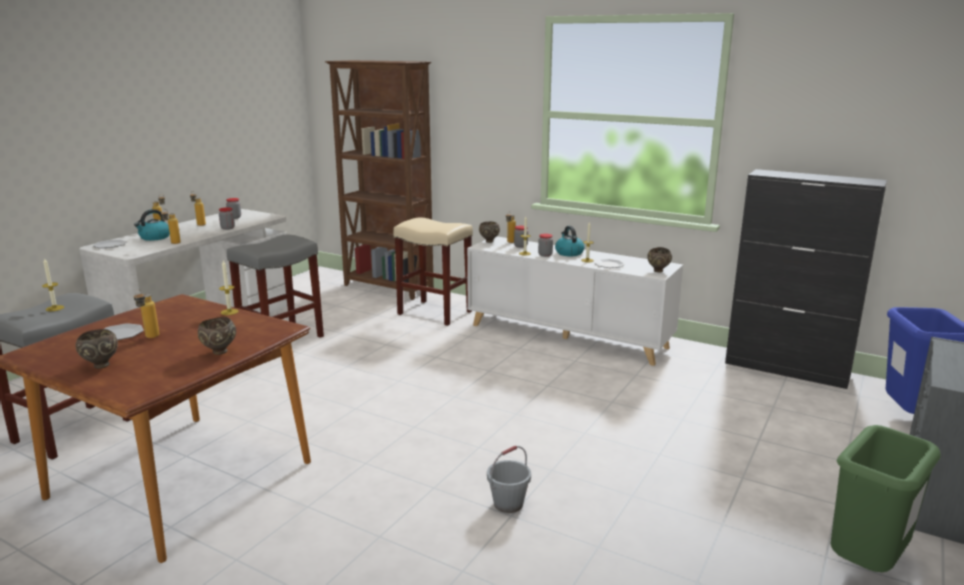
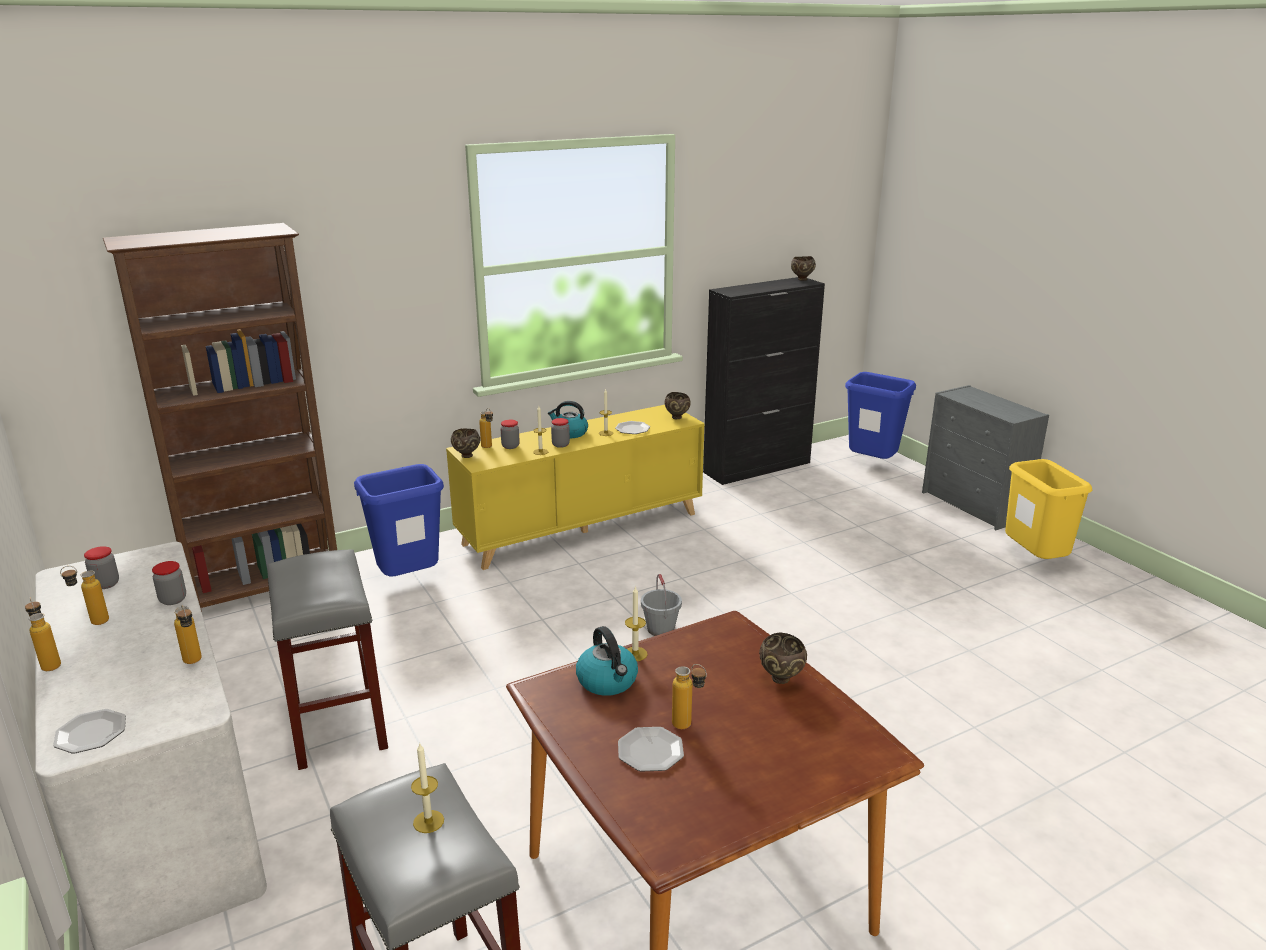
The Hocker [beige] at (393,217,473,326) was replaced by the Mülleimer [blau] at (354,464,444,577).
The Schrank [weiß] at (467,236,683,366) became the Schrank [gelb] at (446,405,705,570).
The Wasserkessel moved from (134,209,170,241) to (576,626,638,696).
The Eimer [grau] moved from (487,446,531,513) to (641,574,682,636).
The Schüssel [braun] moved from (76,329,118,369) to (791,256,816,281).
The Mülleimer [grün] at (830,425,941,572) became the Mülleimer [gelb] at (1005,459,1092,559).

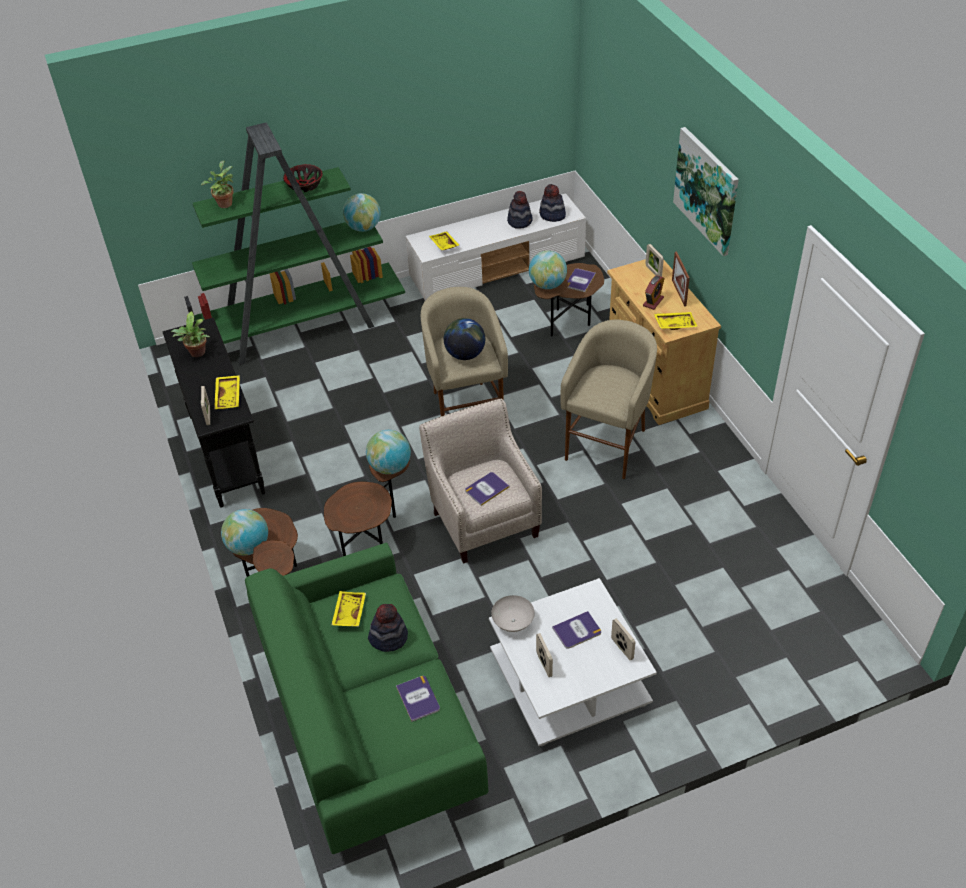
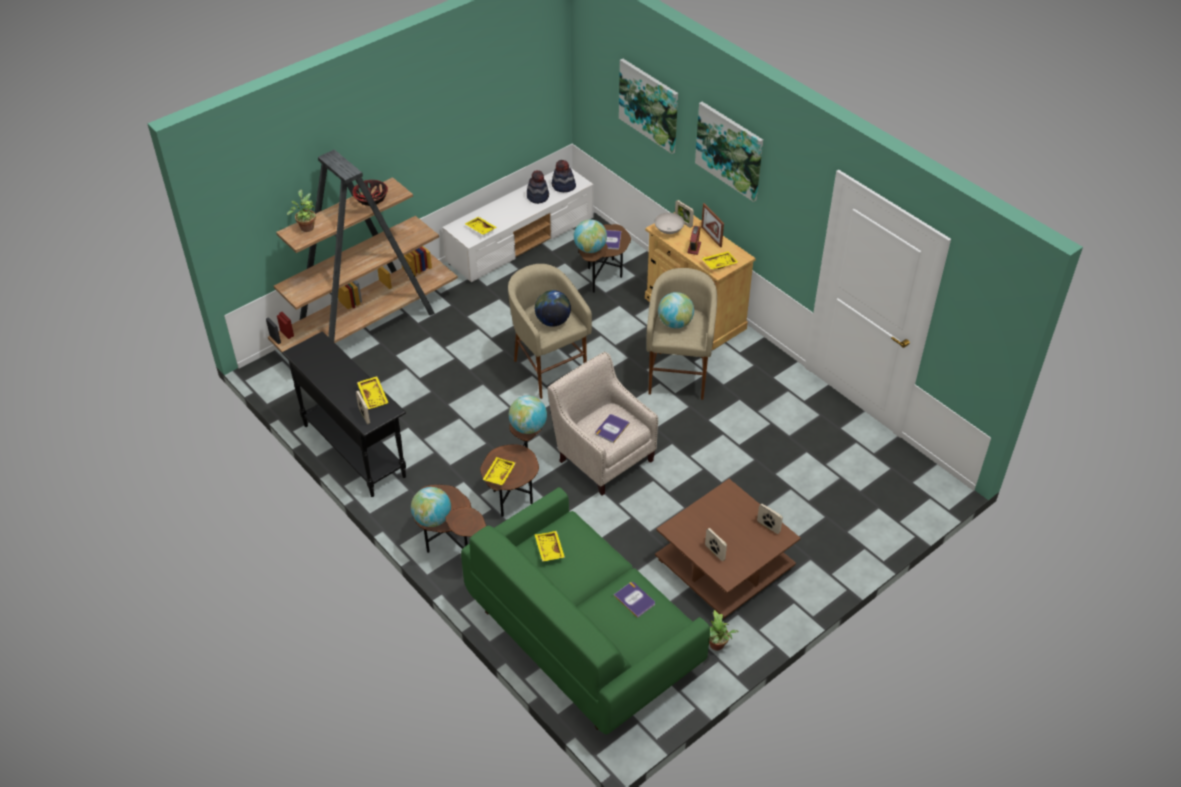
The Bücherregal [grün] at (184,122,405,365) became the Bücherregal [braun] at (266,150,458,353).
The Tablett [gelb] at (482,457,516,485) appeared.
The Bild at (619,59,678,154) appeared.
The Schüssel [weiß] moved from (491,595,535,632) to (654,213,684,234).
The Couchtisch [weiß] at (489,578,657,746) became the Couchtisch [braun] at (655,479,801,619).
The Globus moved from (343,193,381,232) to (658,292,694,328).
The Topfpflanze moved from (171,311,210,357) to (709,610,738,651).
The Hut at (368,604,408,652) disappeared.
The Buch at (552,611,601,649) disappeared.

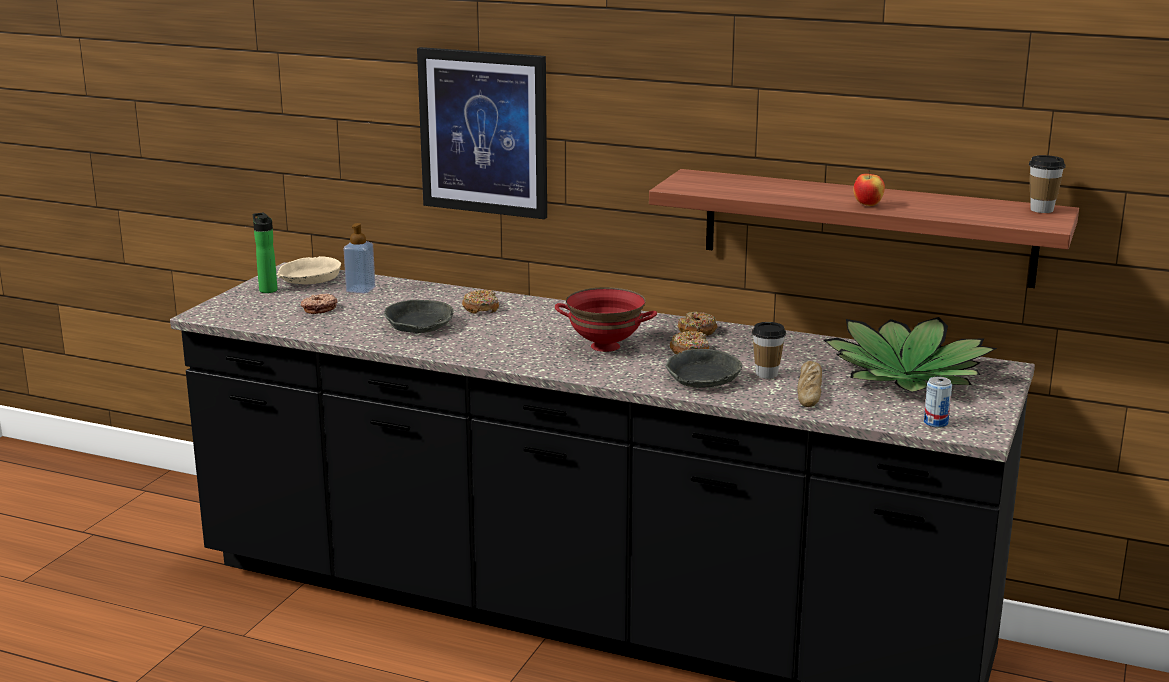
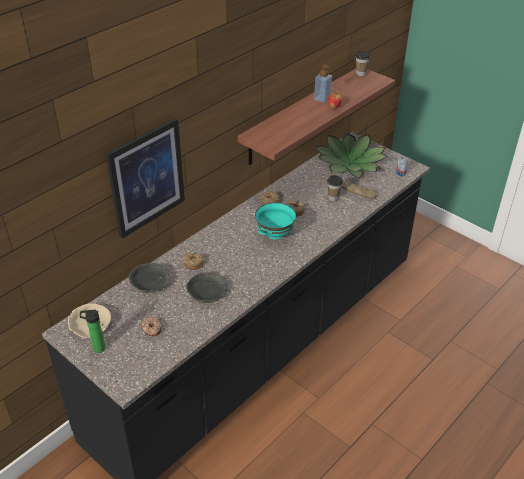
The Schüssel [grau] moved from (665,349,742,388) to (128,263,170,293).
The Schüssel [rot] at (555,287,657,352) became the Schüssel [türkis] at (255,202,296,239).
The Seifenspender moved from (344,223,375,294) to (314,64,332,103).

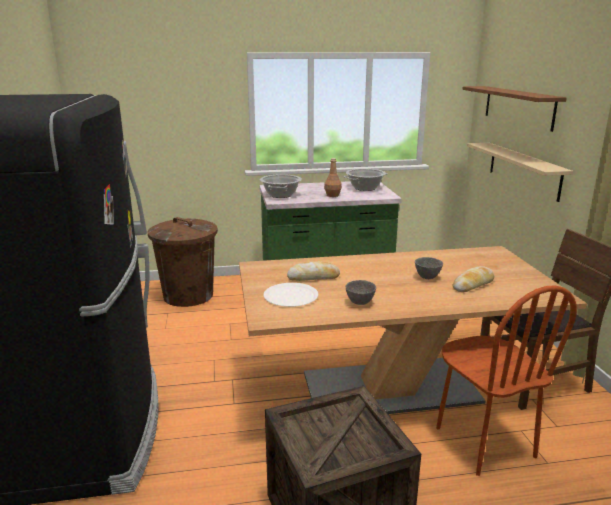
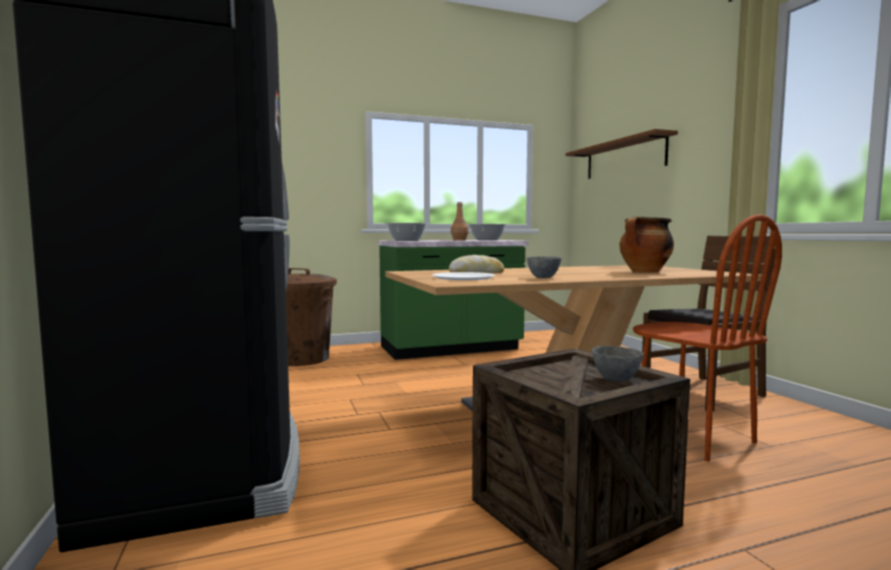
The Schüssel [grau] moved from (415,257,443,279) to (592,346,644,382).
The Brot at (453,266,494,292) was replaced by the Kochtopf at (620,217,674,273).
The Wandregal [beige] at (467,143,573,202) disappeared.

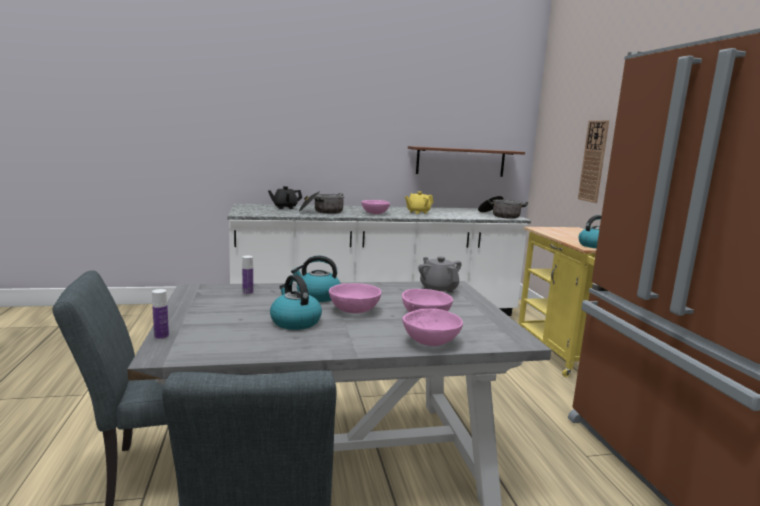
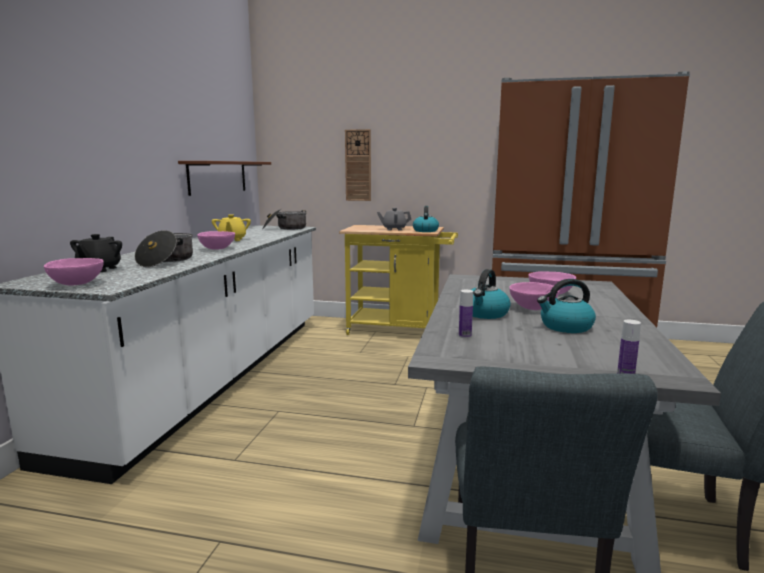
The Schüssel [rosa] moved from (402,309,463,346) to (44,258,104,286).
The Teekanne [grau] moved from (418,256,462,293) to (377,208,411,231).

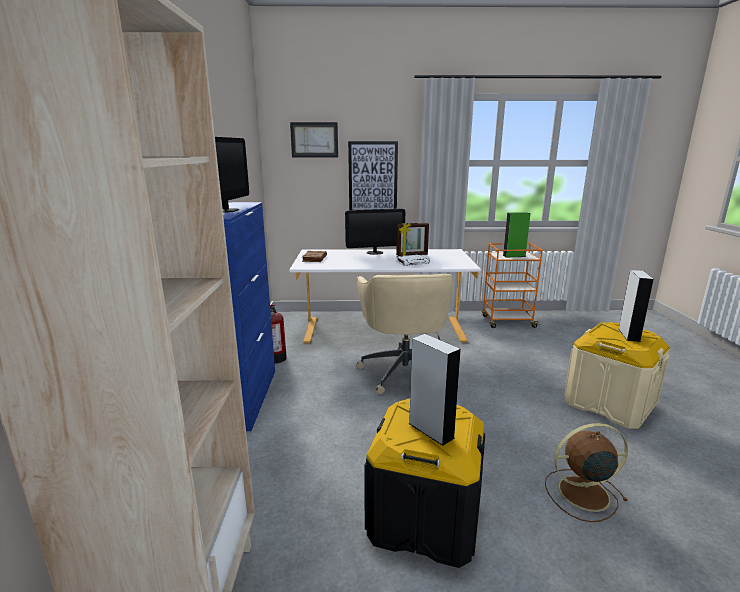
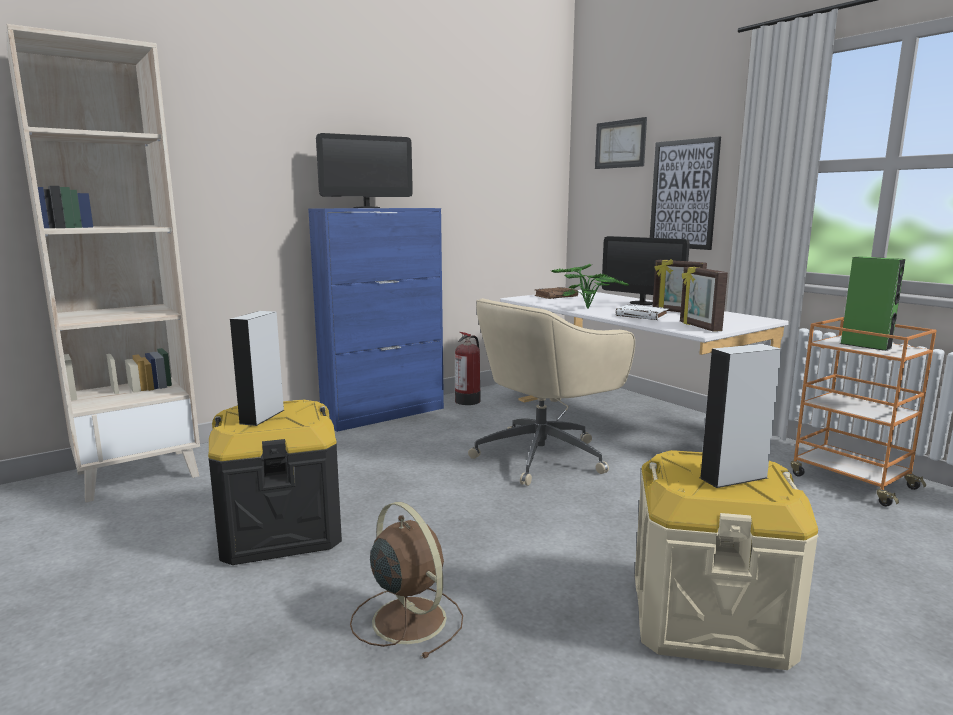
The Topfpflanze at (552,264,629,309) appeared.
The Bilderrahmen at (680,266,728,332) appeared.

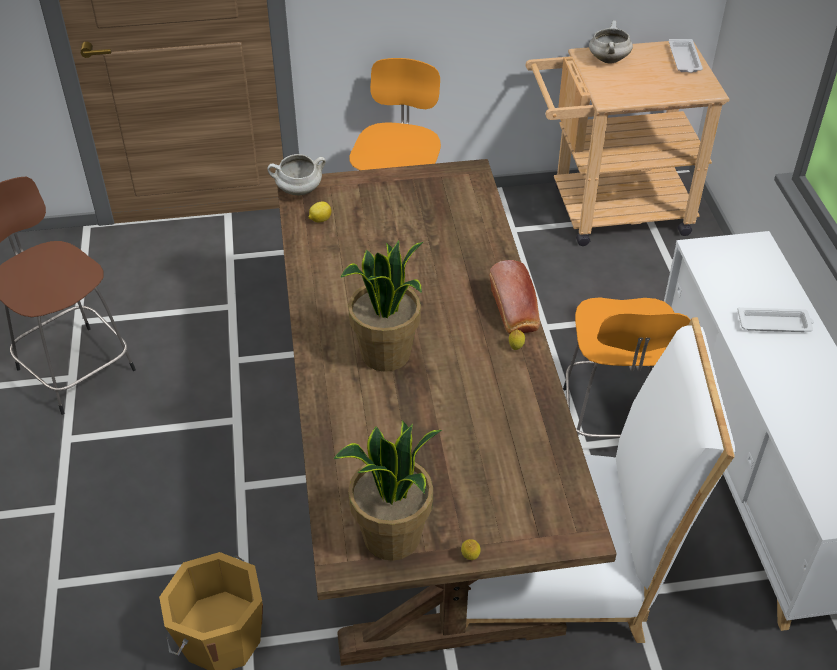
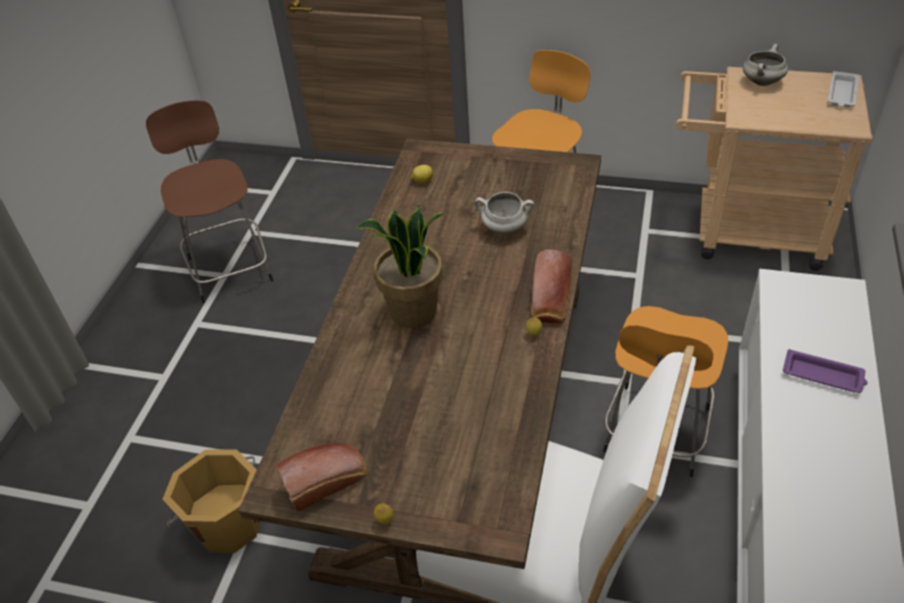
The Topfpflanze at (333,420,442,561) was replaced by the Brot at (276,443,367,512).
The Kochtopf [weiß] moved from (267,154,326,195) to (474,192,534,234).
The Tablett [weiß] at (737,307,814,332) became the Tablett [lila] at (783,349,868,393).

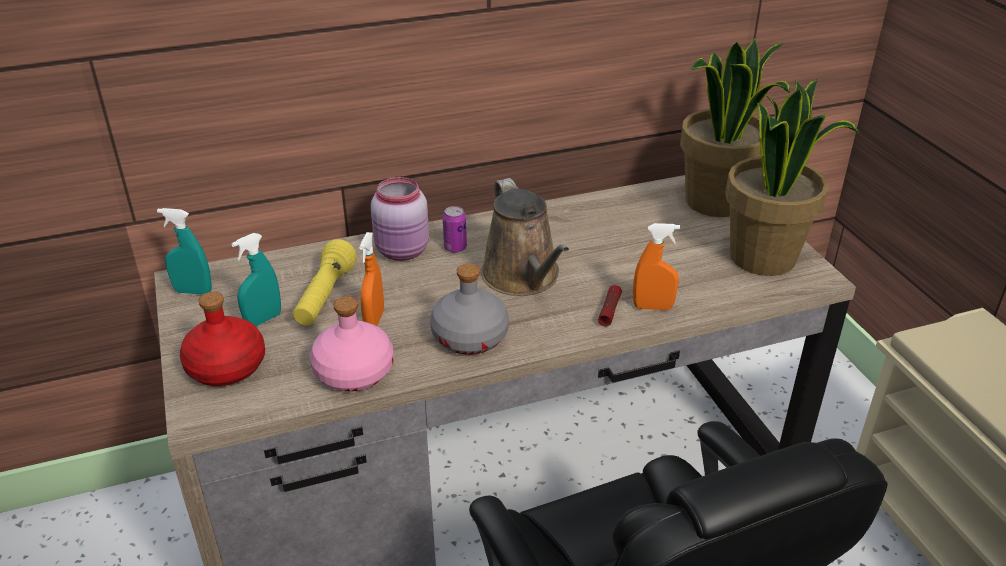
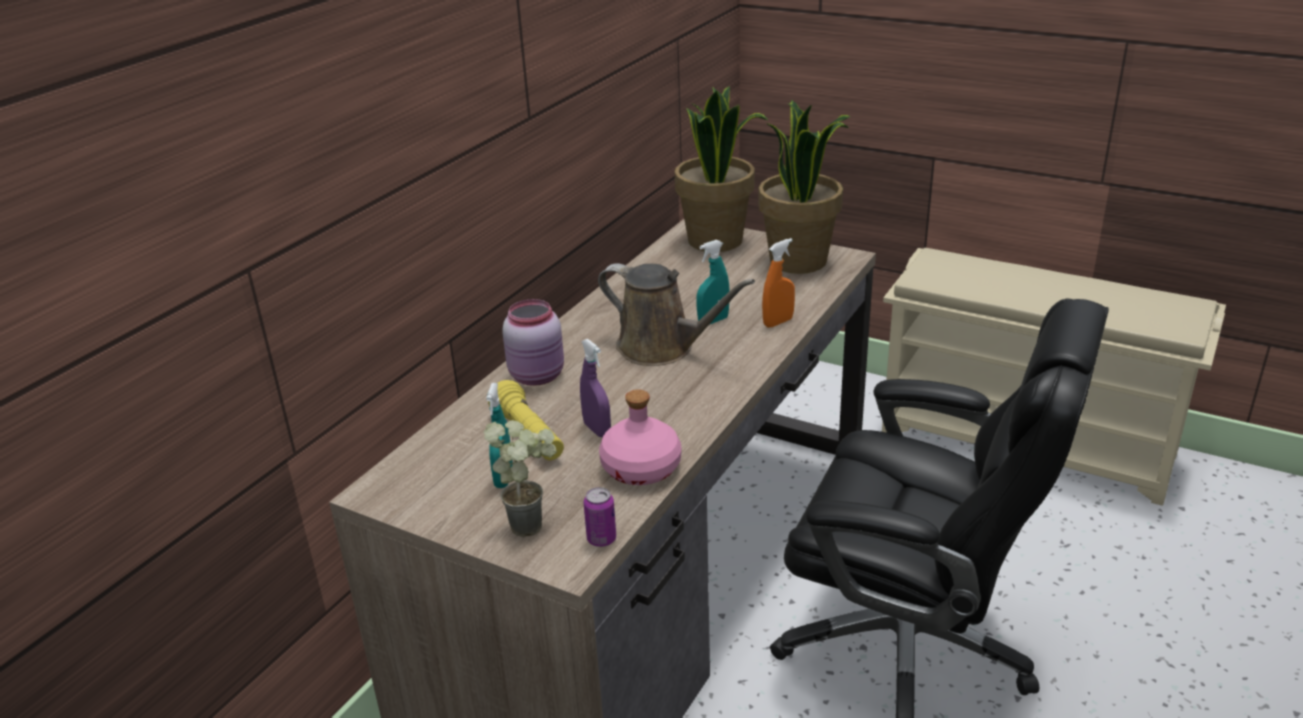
The Flasche [rot] at (180,292,265,386) was replaced by the Topfpflanze at (483,420,557,537).
The Sprühflasche [orange] at (359,232,384,326) became the Sprühflasche [lila] at (580,339,611,437).
The Dose moved from (443,206,467,253) to (584,487,616,547).
The Sprühflasche [türkis] moved from (157,208,212,295) to (696,240,730,325).
The Flasche [grau] at (430,263,509,355) disappeared.
The Taschenlampe at (598,285,622,326) disappeared.

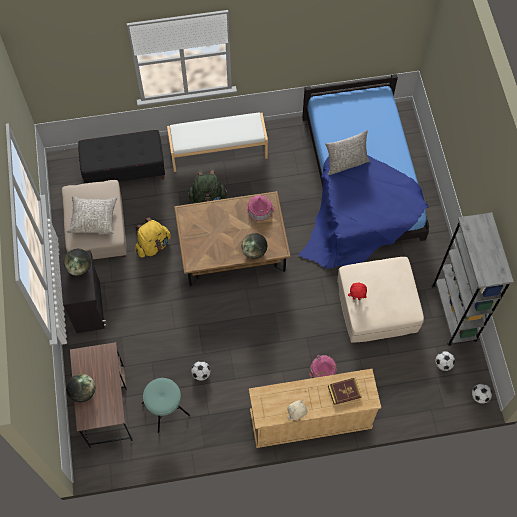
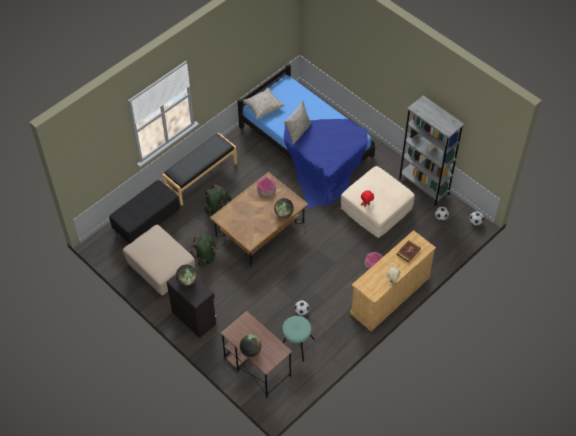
The Bank [weiß] at (167,113,268,172) became the Bank [schwarz] at (162,133,237,205).
The Rucksack [gelb] at (135,217,171,258) became the Rucksack [grün] at (190,234,217,267).
The Kissen [grau] moved from (67,196,117,234) to (243,87,285,119).

